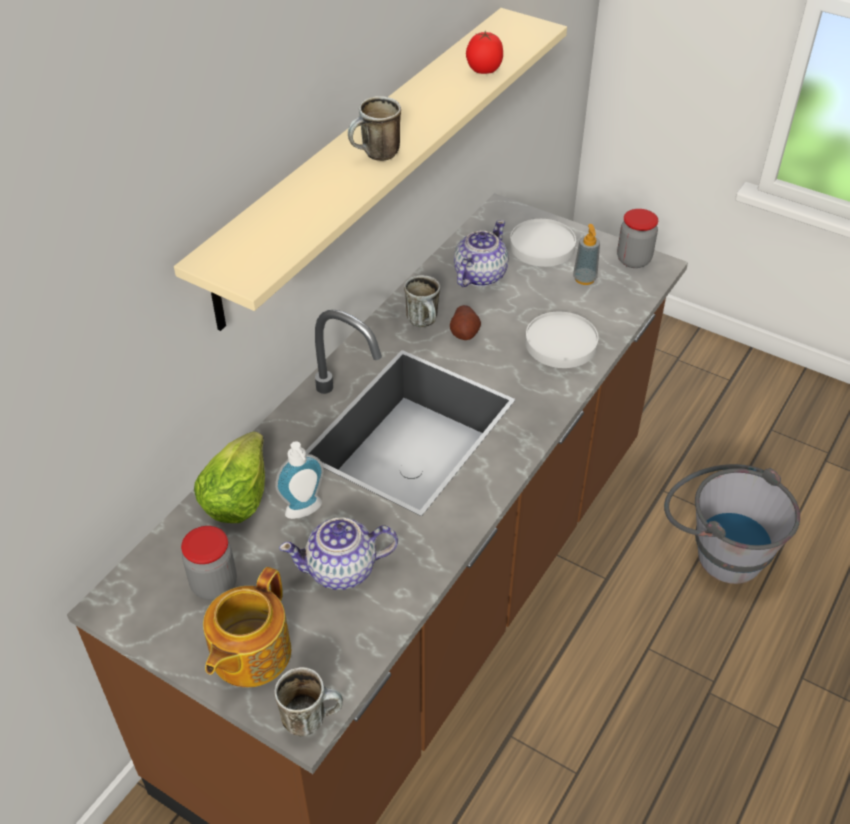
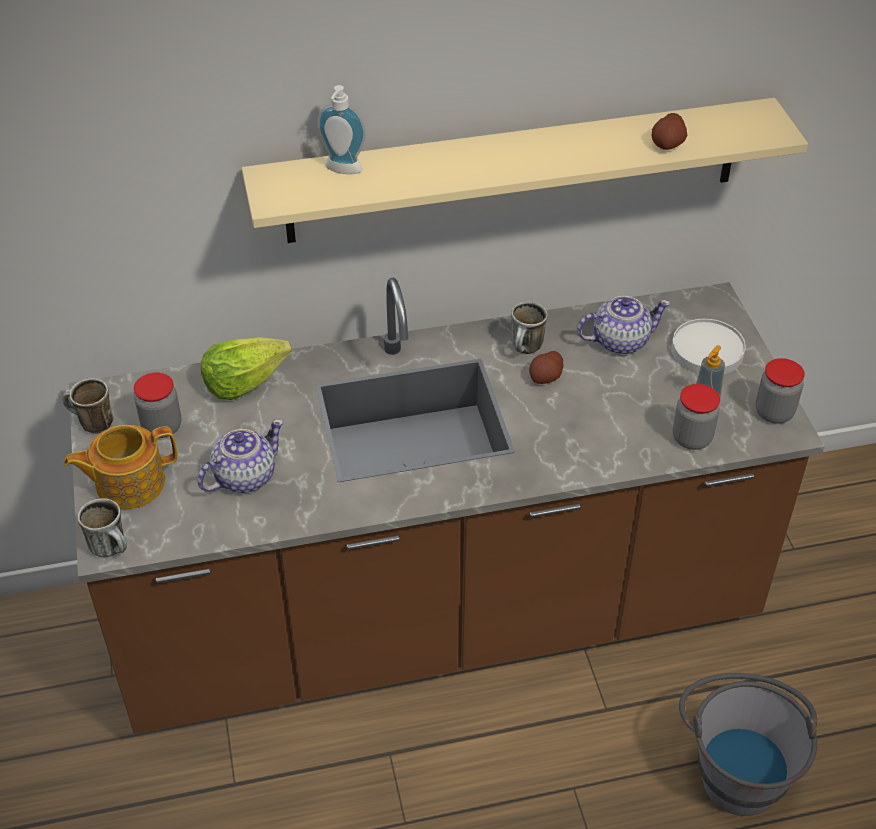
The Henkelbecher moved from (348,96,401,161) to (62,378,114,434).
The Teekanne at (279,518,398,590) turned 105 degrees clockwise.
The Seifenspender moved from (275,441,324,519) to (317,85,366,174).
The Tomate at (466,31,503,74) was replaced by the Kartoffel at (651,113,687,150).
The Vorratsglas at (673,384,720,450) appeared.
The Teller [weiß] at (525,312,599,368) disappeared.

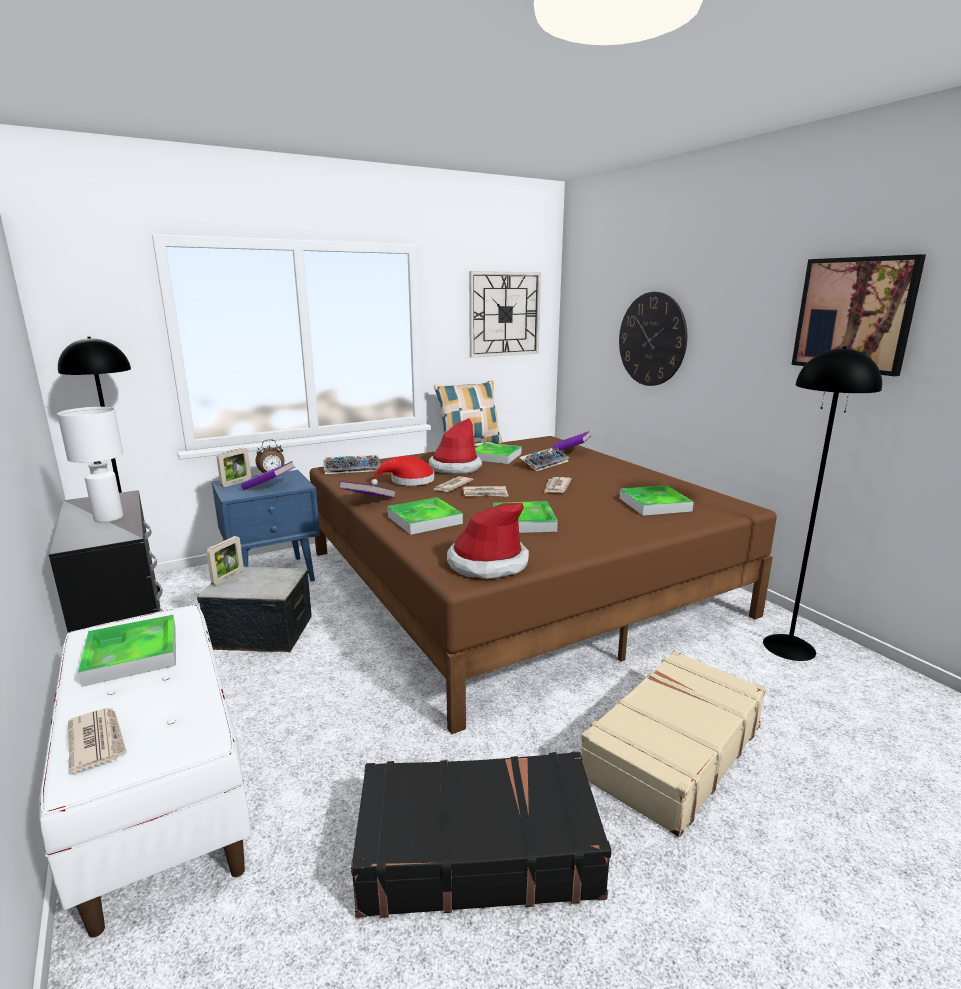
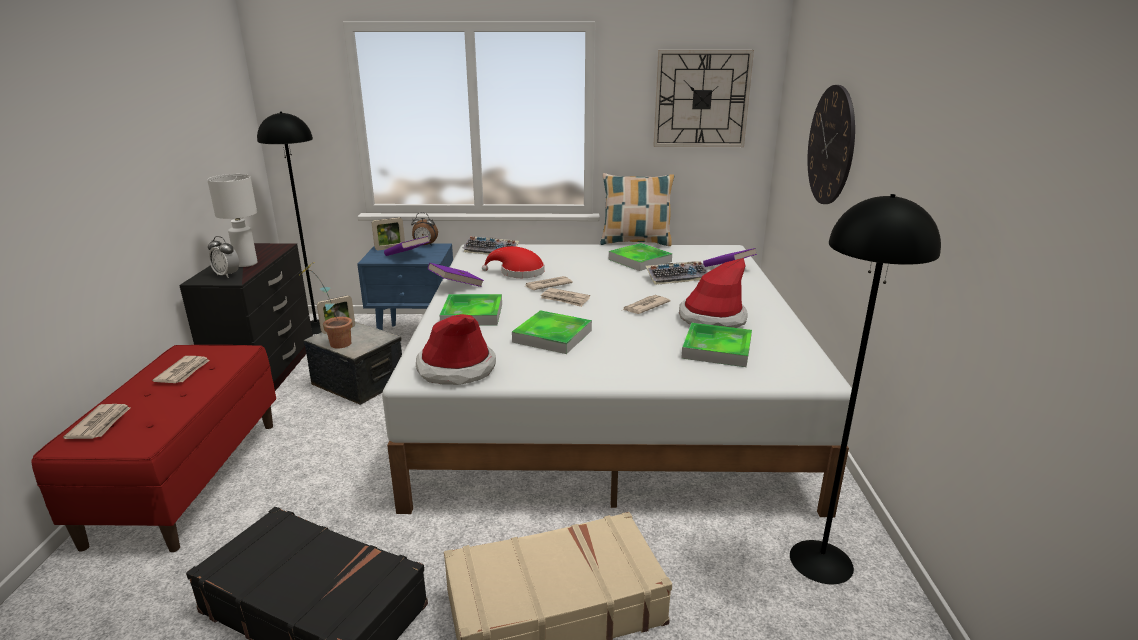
The Bank [weiß] at (39,604,252,937) became the Bank [rot] at (31,345,276,552).
The Tablett at (78,615,176,687) was replaced by the Zeitung at (152,356,210,383).
The Wecker at (208,236,239,278) appeared.
The Topfpflanze at (300,262,353,348) appeared.
The Bett [braun] at (310,436,777,734) became the Bett [weiß] at (382,244,857,517).
The Hut moved from (429,418,482,474) to (679,258,747,328).
The Bild at (791,254,926,376) disappeared.

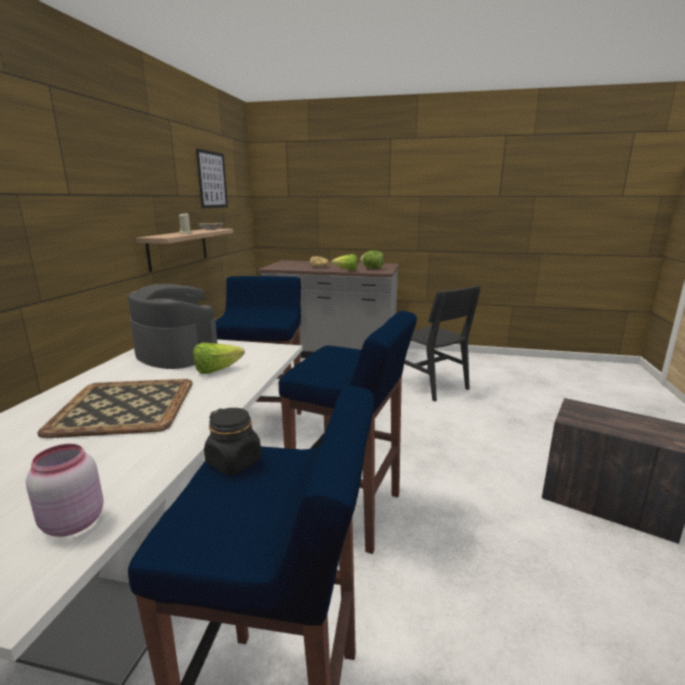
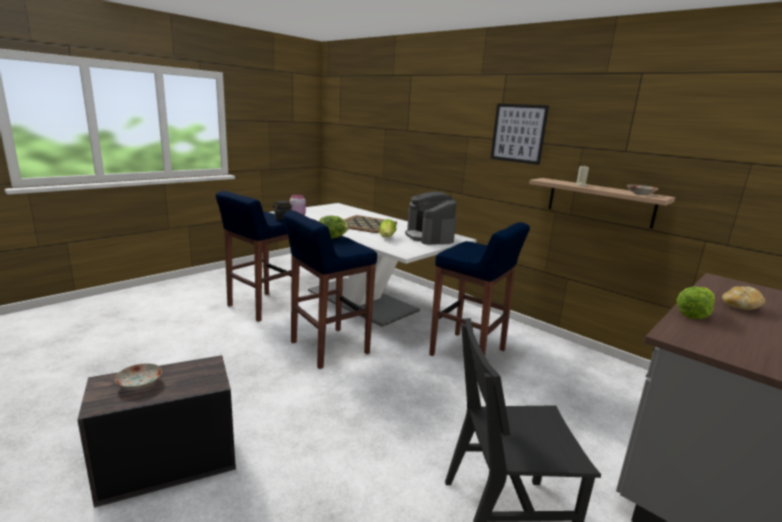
The Teller at (114,363,162,390) appeared.
The Salatkopf moved from (360,250,384,269) to (318,216,349,239).
The Kaffeemaschine at (128,284,218,369) turned 90 degrees clockwise.
The Bild moved from (196,149,228,208) to (490,104,549,165).

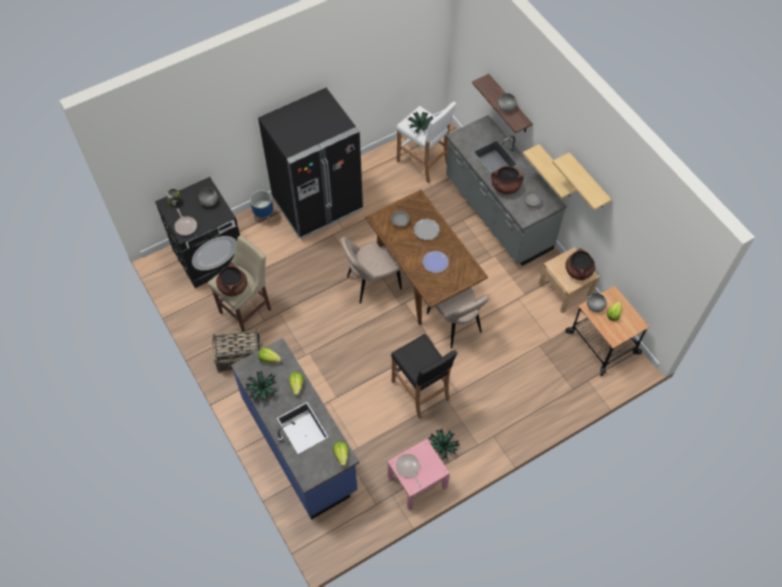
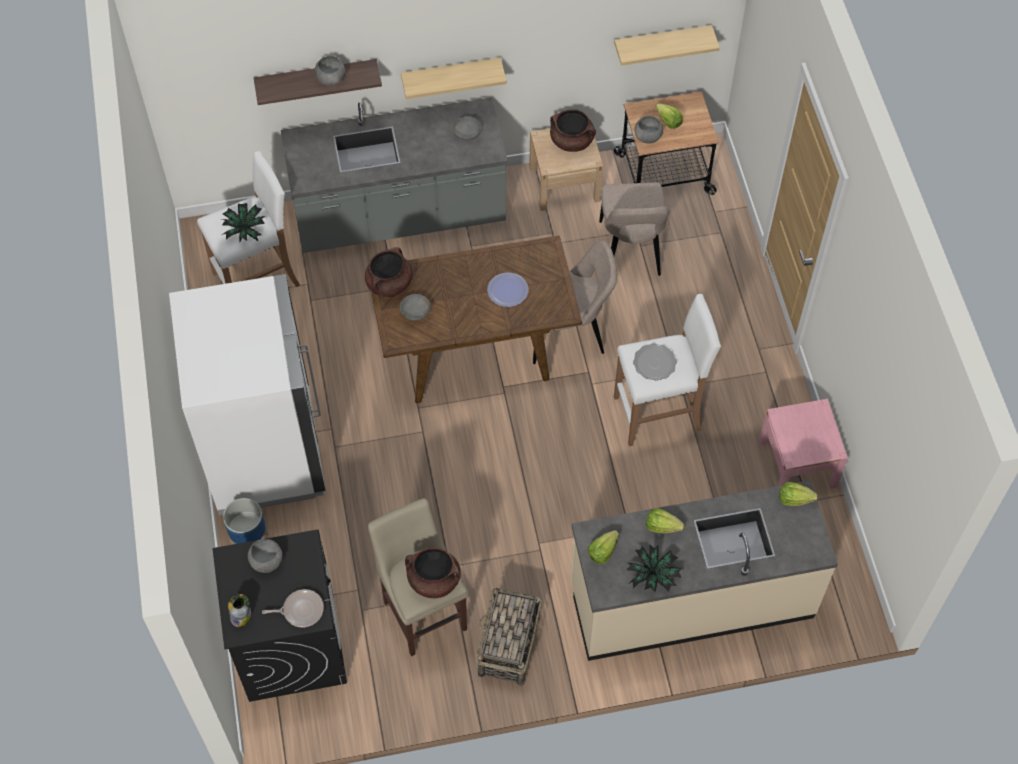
The Kühlschrank [schwarz] at (258,88,363,240) became the Kühlschrank [weiß] at (169,274,326,515).
The Kochtopf [braun] moved from (491,166,524,194) to (365,247,412,298).
The Küchenzeile [blau] at (231,338,359,520) became the Küchenzeile [beige] at (571,480,838,661).
The Stuhl [beige] moved from (340,237,402,304) to (599,182,670,276).
The Wandregal moved from (552,152,612,210) to (614,25,720,66).
The Hocker [schwarz] at (391,334,458,419) became the Hocker [weiß] at (614,294,721,446).
The Teller moved from (414,219,440,240) to (633,343,677,381).
The Pfanne at (396,454,421,486) disappeared.
The Topfpflanze at (428,429,459,460) disappeared.

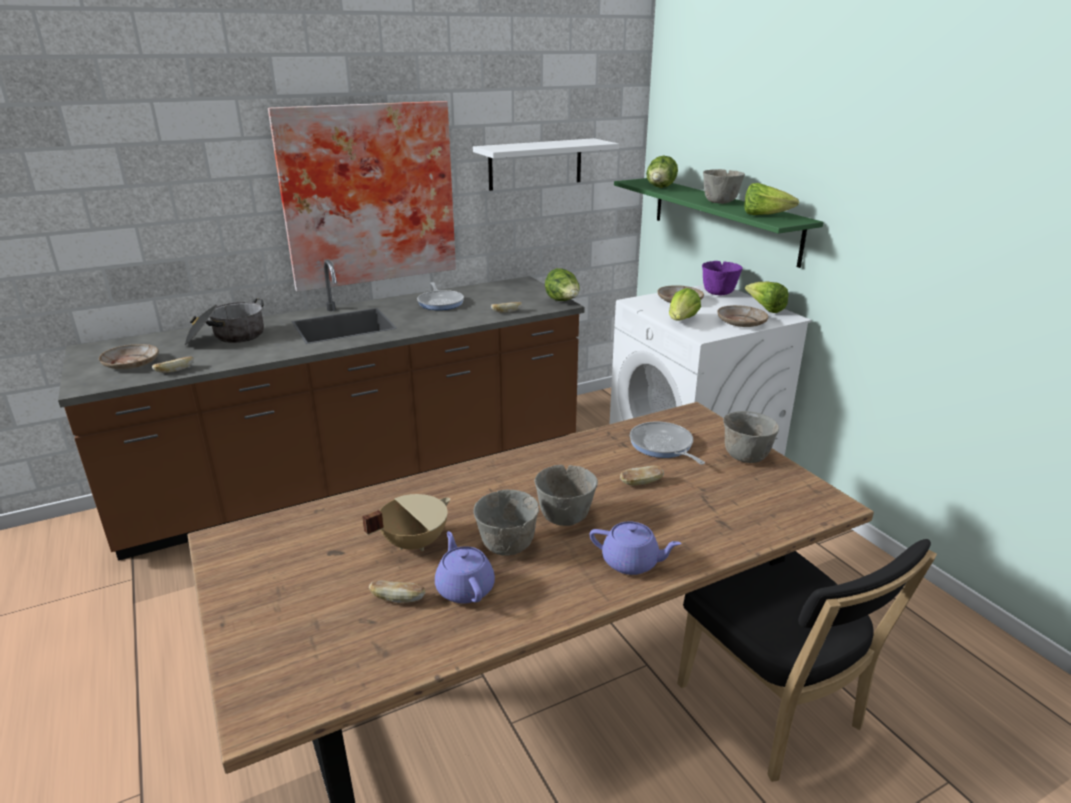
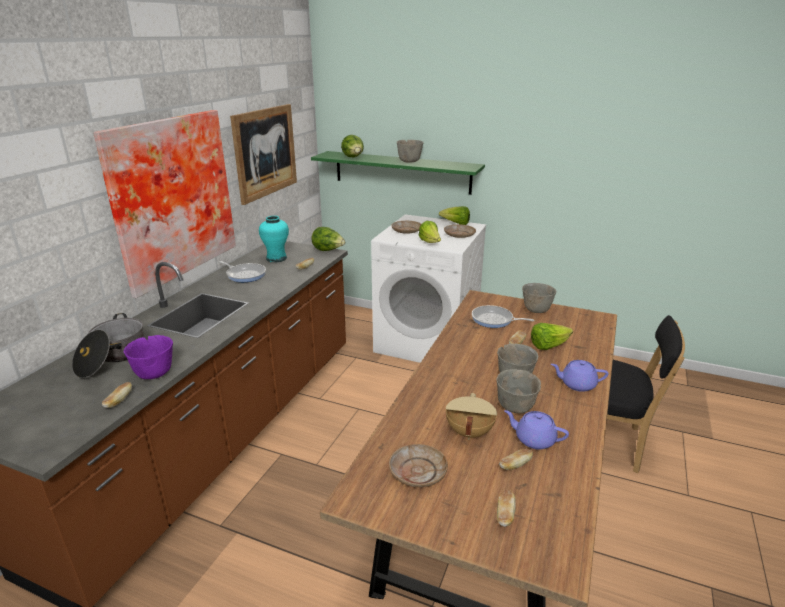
The Schüssel [lila] moved from (702,261,743,295) to (124,335,173,379).
The Wandregal [weiß] at (473,138,619,191) was replaced by the Bild at (230,104,297,205).
The Vase [türkis] at (259,216,289,263) appeared.
The Teller [beige] moved from (99,344,159,369) to (389,444,448,487).
The Brot at (497,490,516,527) appeared.
The Salatkopf moved from (745,183,799,215) to (531,323,573,350).
The Teekanne [lila] at (590,521,682,575) turned 150 degrees counterclockwise.

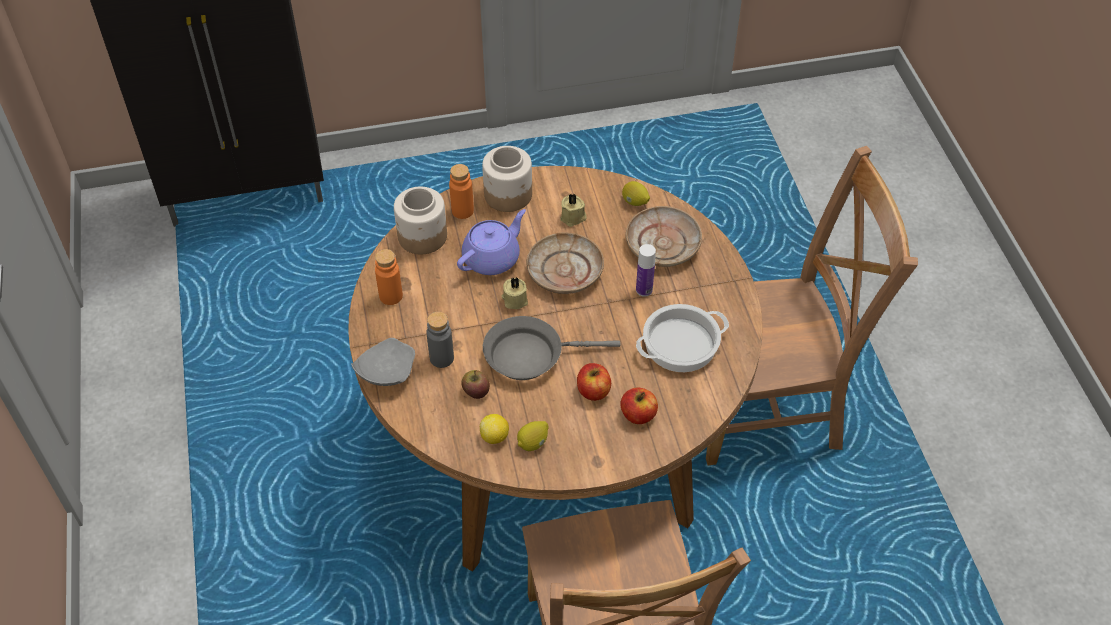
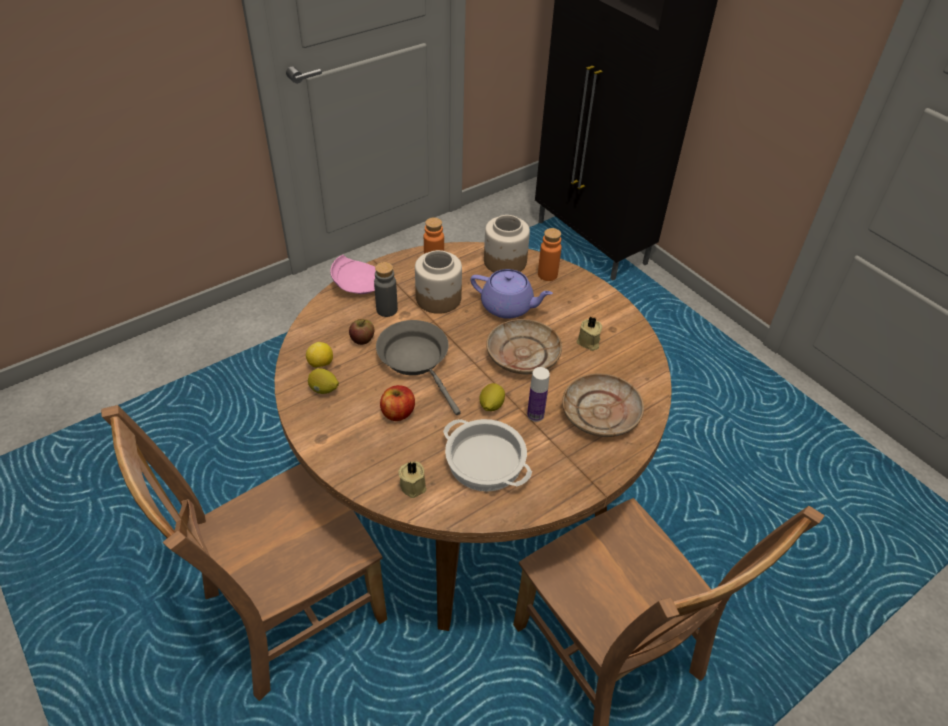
The Teller [grau] at (351,338,415,386) became the Teller [rosa] at (330,255,376,294).
The Kerze [beige] moved from (502,277,528,309) to (399,462,426,498).
The Vorratsglas moved from (482,146,532,212) to (415,250,462,314).
The Zitrone moved from (622,181,650,206) to (480,383,505,411).
The Apfel at (621,388,658,424) disappeared.

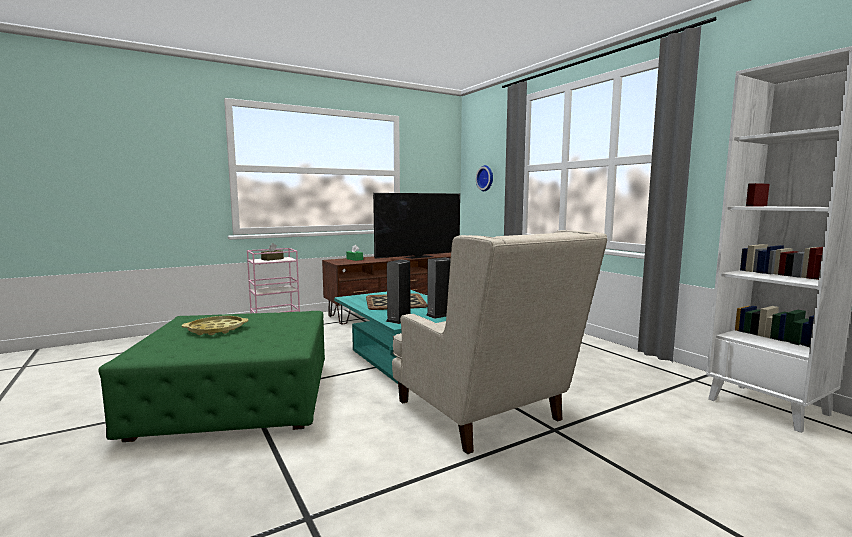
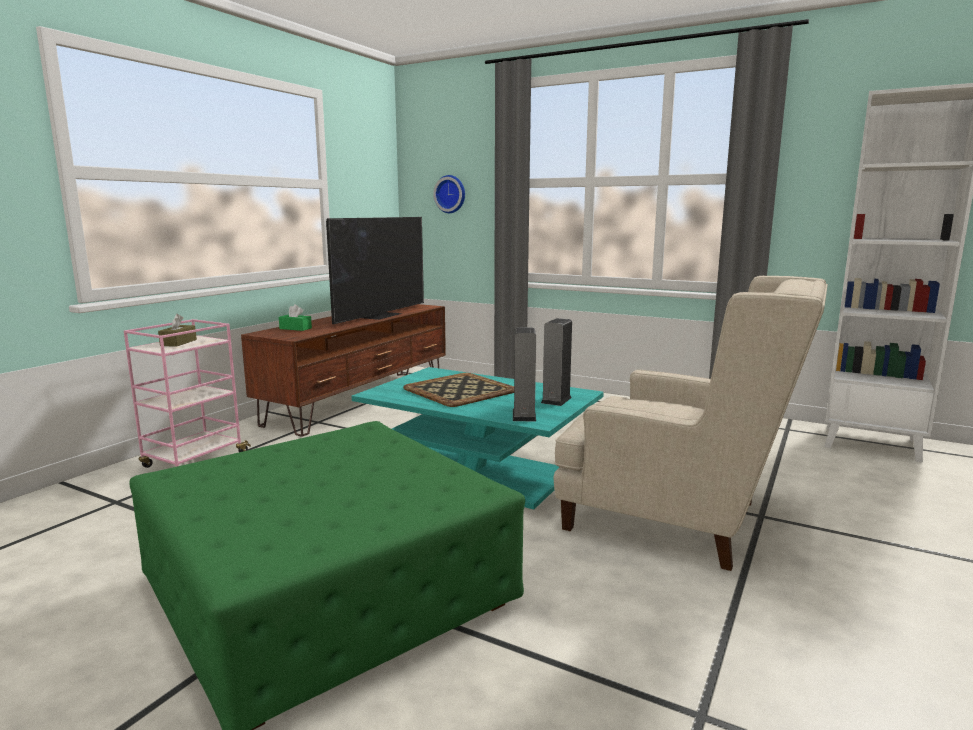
The Tablett [gelb] at (182,316,248,335) disappeared.

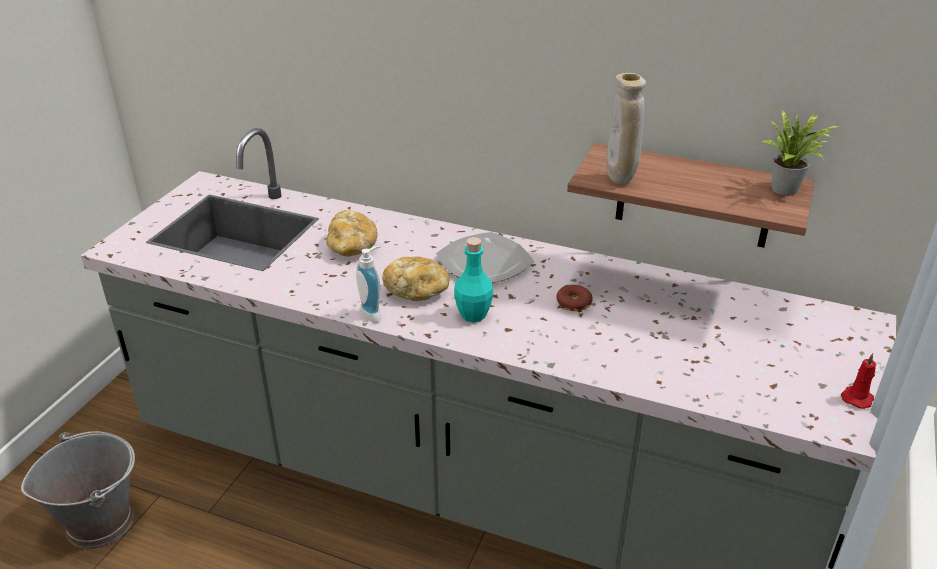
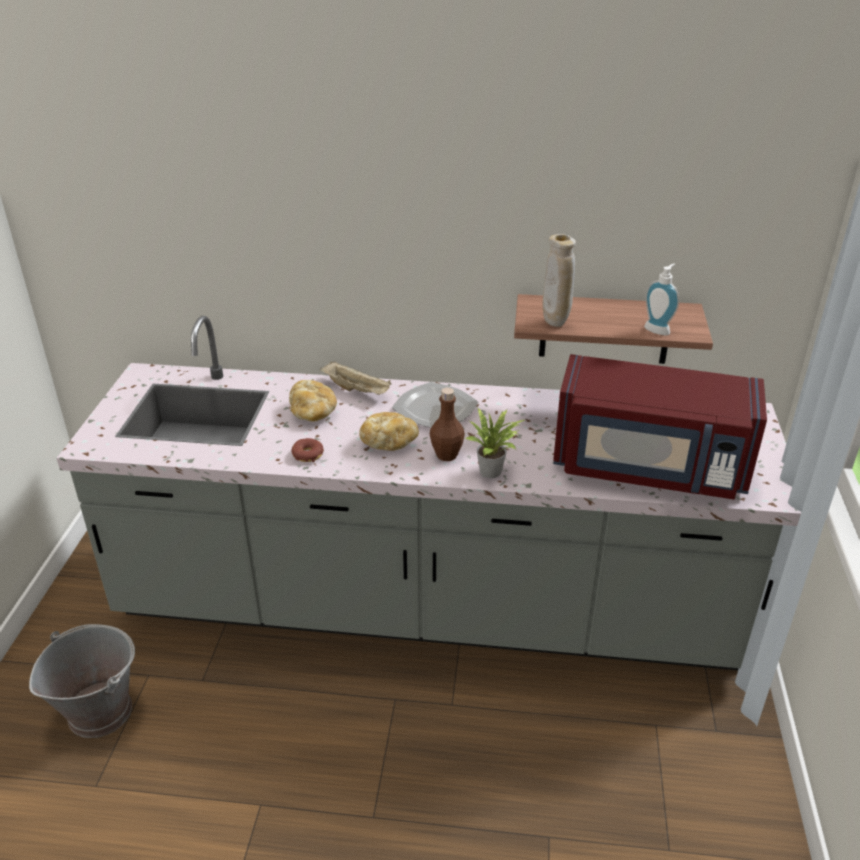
The Donut moved from (556,285,593,312) to (291,438,324,462).
The Tablett [beige] at (320,361,392,395) appeared.
The Flasche [türkis] at (454,237,493,323) became the Flasche [braun] at (430,388,465,461).
The Topfpflanze moved from (762,110,839,196) to (465,408,524,478).
The Mikrowelle [rot] at (553,354,767,499) appeared.
The Seifenspender moved from (356,246,381,323) to (644,264,679,335).
The Kerze [rot] at (841,353,876,409) disappeared.

